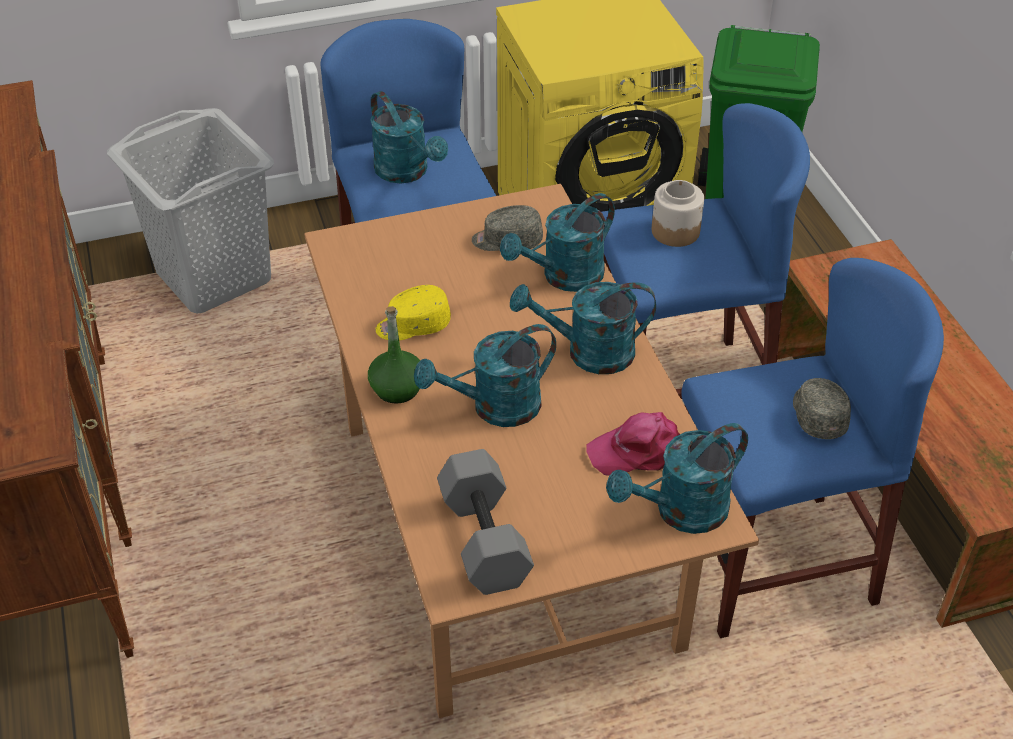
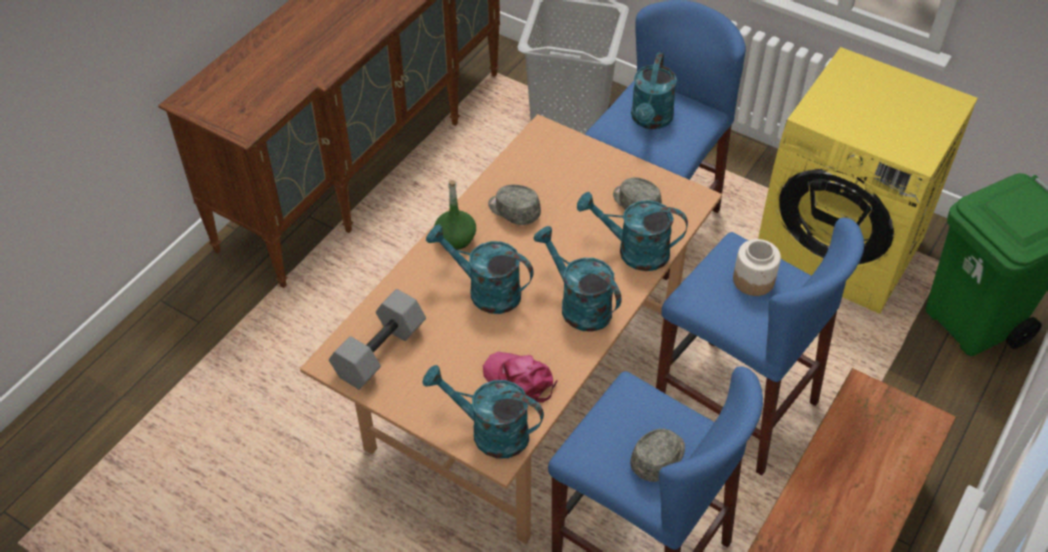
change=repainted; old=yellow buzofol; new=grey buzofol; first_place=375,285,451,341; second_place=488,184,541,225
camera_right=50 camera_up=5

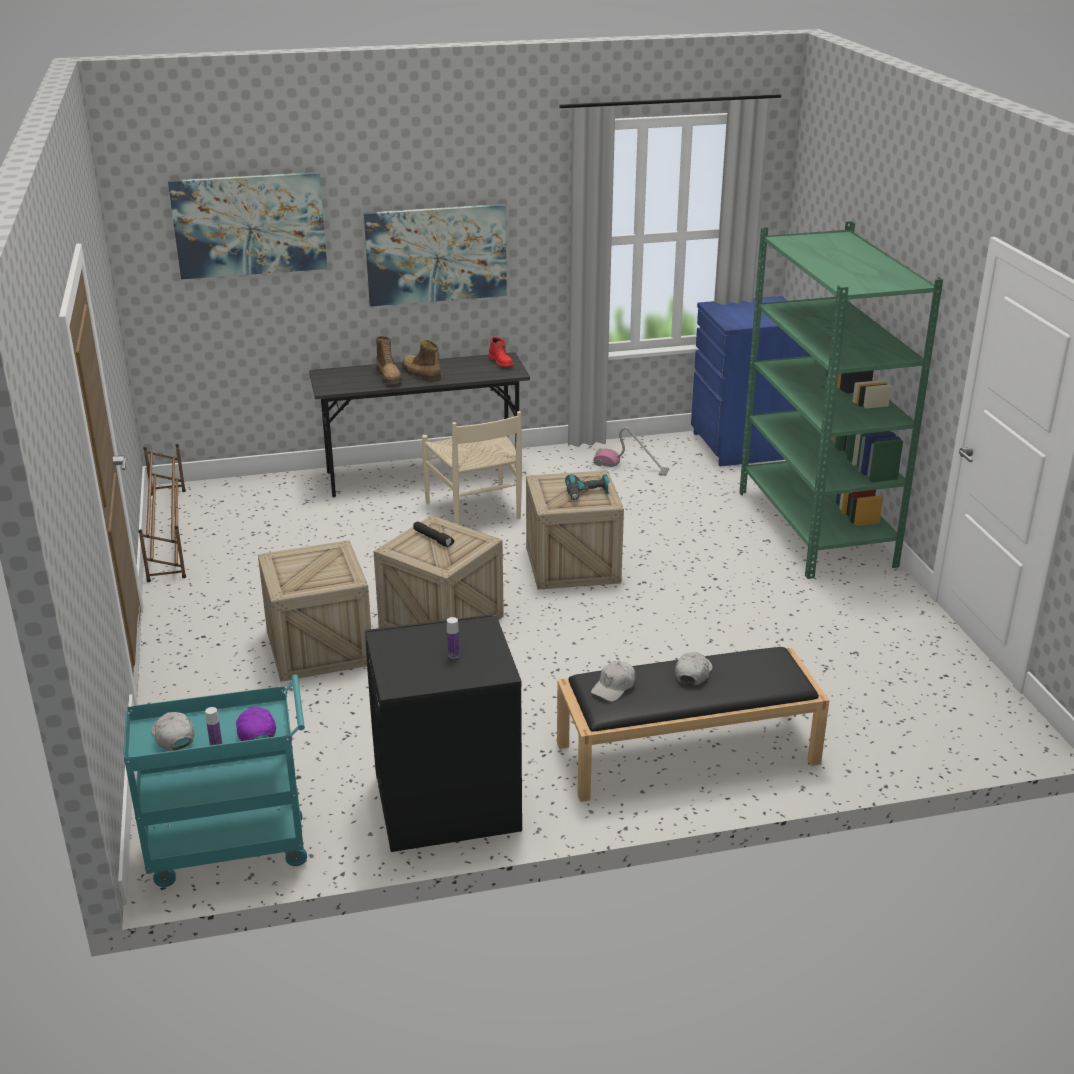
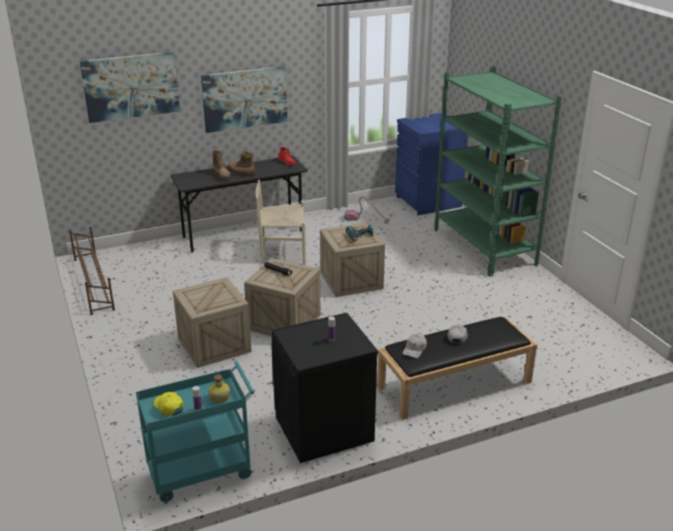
change=repainted; old=white buzofol; new=yellow buzofol; first_place=151,712,194,751; second_place=153,392,183,416
change=swapped; old=purple buzofol; new=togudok; first_place=236,707,276,741; second_place=208,375,230,404
change=rotated; old=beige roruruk; first_place=422,411,522,525; second_place=256,180,306,265; degrees=120
camera_right=-10 camera_up=0

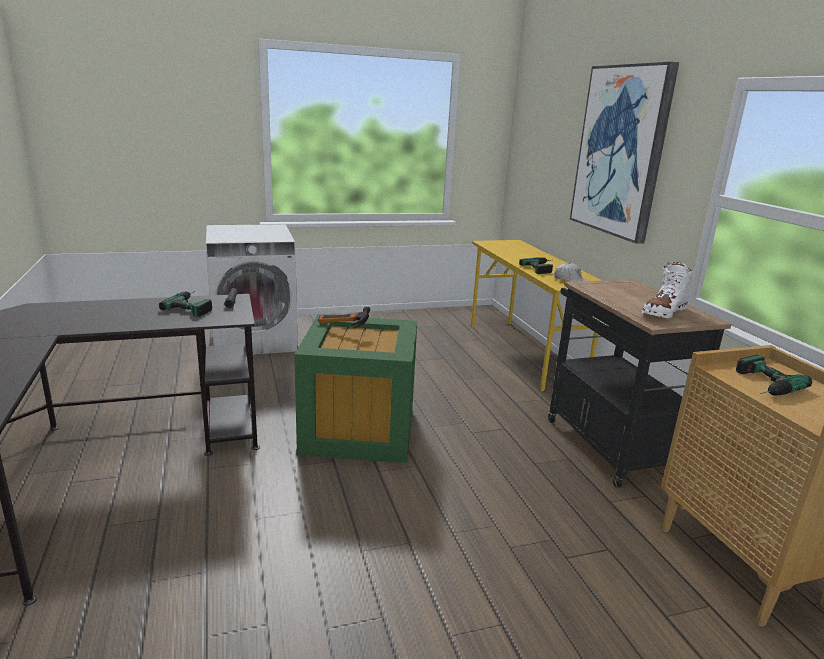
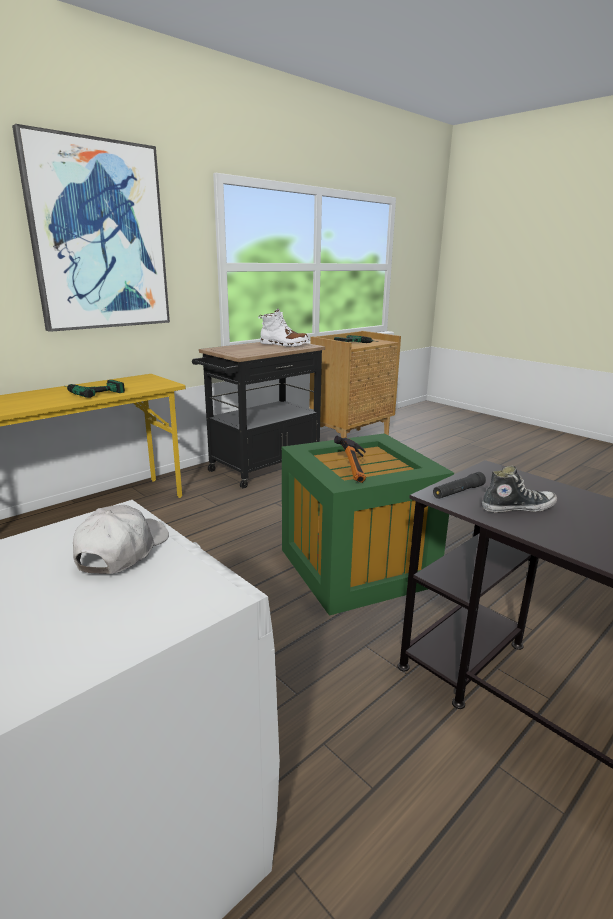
change=swapped; old=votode; new=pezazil; first_place=159,291,212,317; second_place=482,466,557,512
change=shifted; old=white buzofol; first_place=554,263,588,282; second_place=73,505,169,574
camera_right=-115 camera_up=0

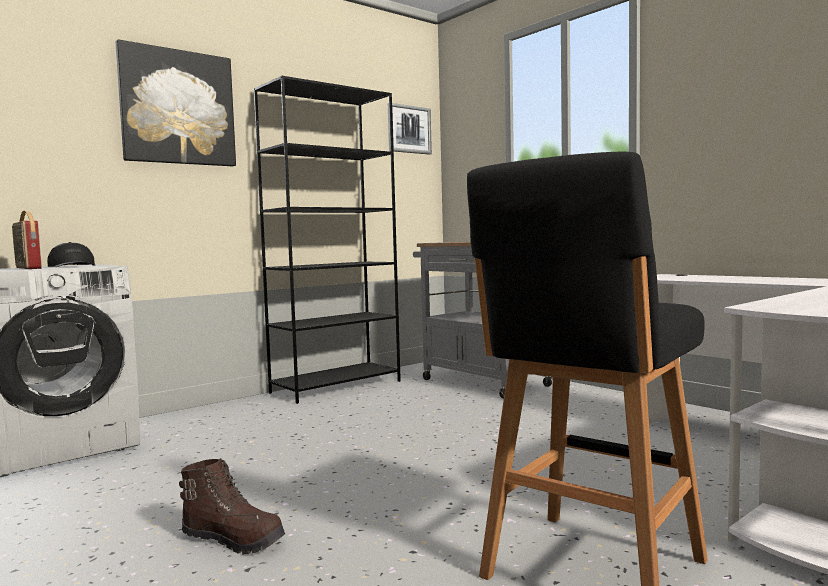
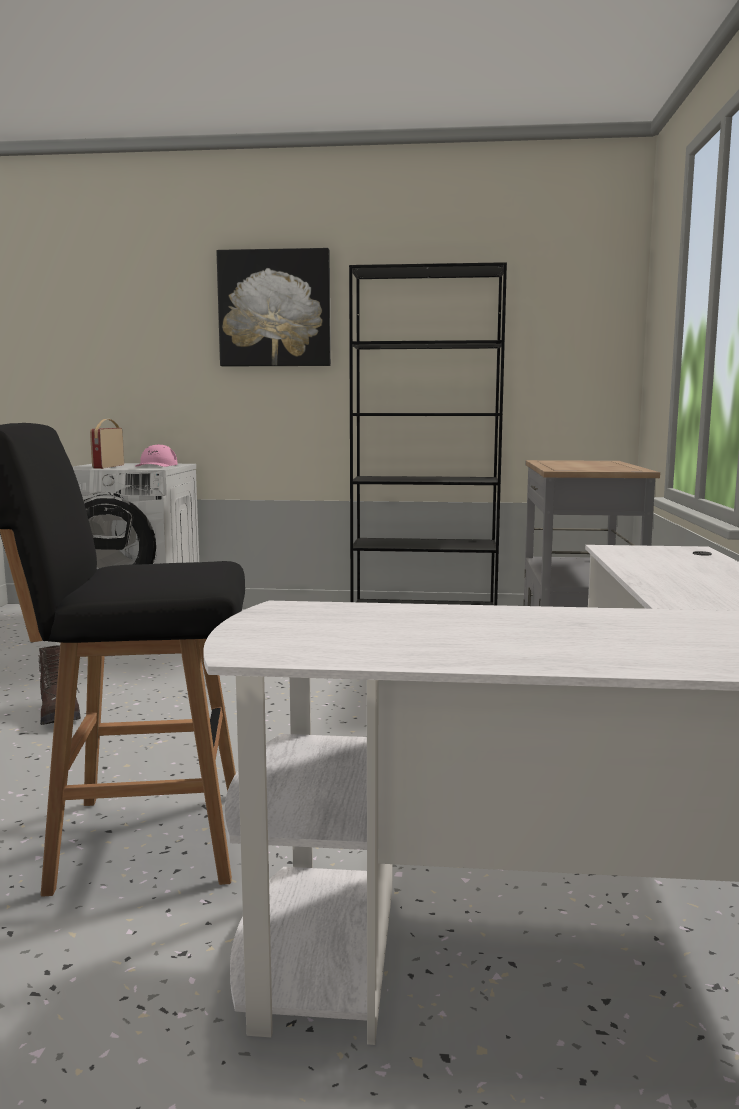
change=repainted; old=black buzofol; new=pink buzofol; first_place=47,242,96,267; second_place=136,444,178,467
change=gone; old=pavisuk; first_place=388,103,432,155
camera_right=45 camera_up=5

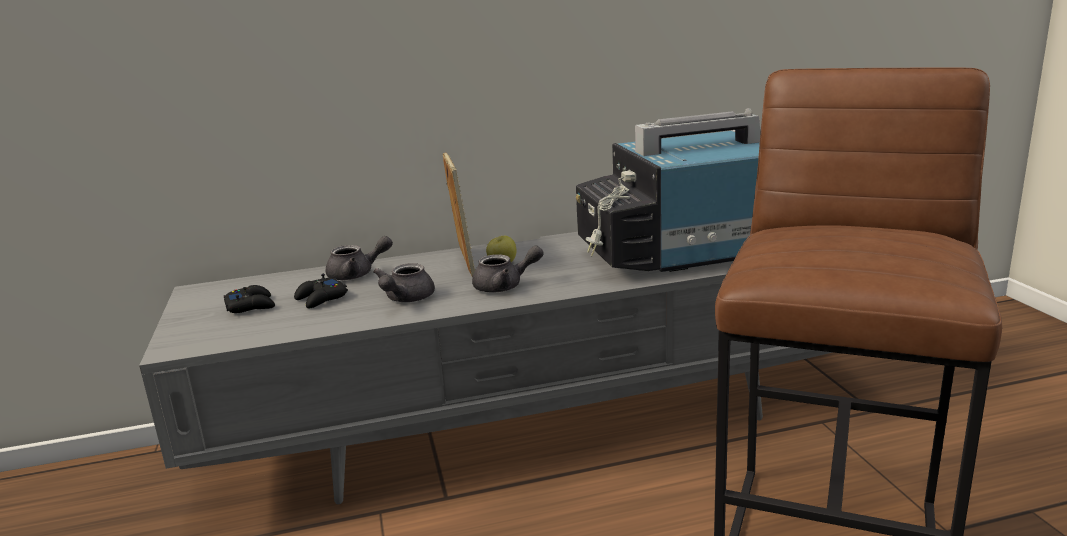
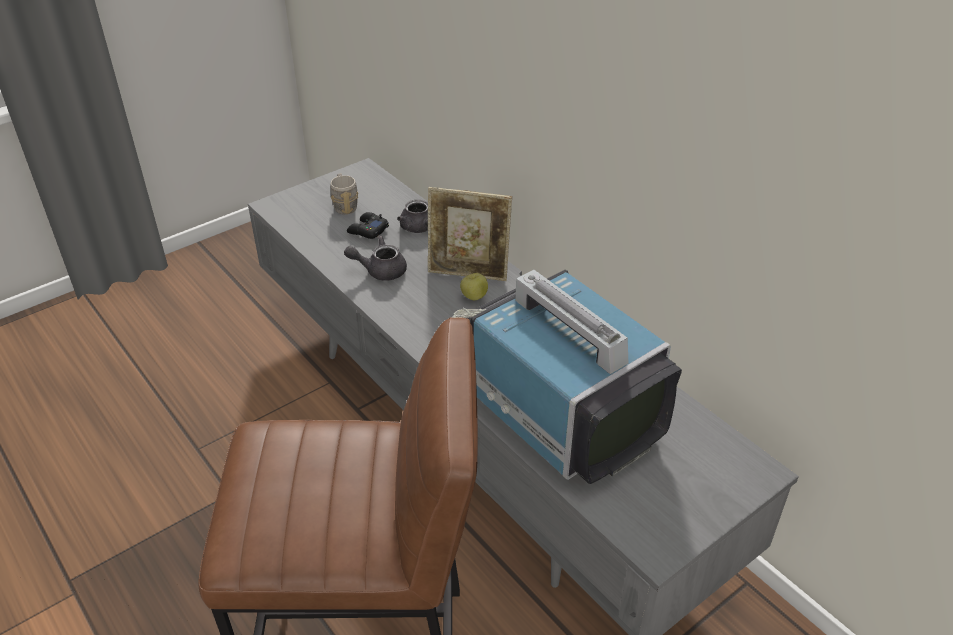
change=swapped; old=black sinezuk; new=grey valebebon; first_place=224,285,275,313; second_place=330,174,358,214
change=rotated; old=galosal; first_place=443,152,476,277; second_place=428,187,512,281; degrees=45
change=gone; old=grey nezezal; first_place=472,245,544,292
camera_right=65 camera_up=20

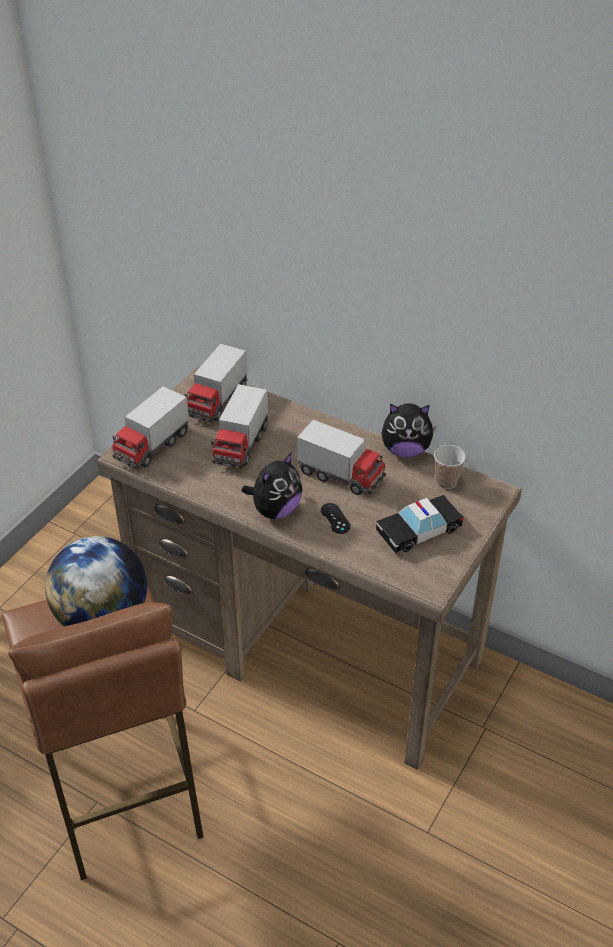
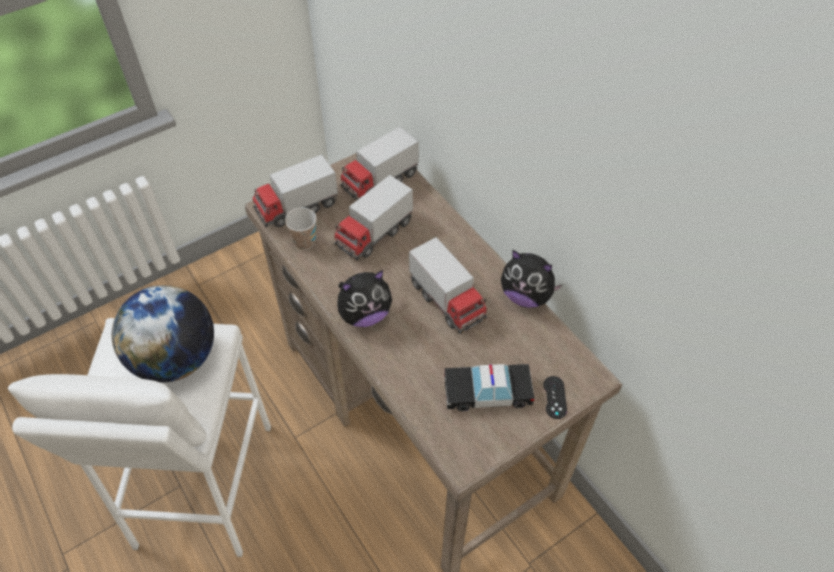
change=repainted; old=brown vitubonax; new=white vitubonax; first_place=2,583,203,880; second_place=8,318,271,557
change=shifted; old=black sinezuk; first_place=321,503,350,534; second_place=543,376,567,419
change=shifted; old=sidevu; first_place=434,445,466,489; second_place=285,208,317,250
camera_right=25 camera_up=10

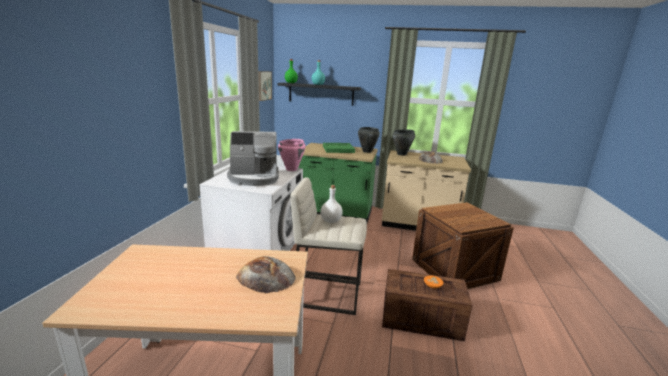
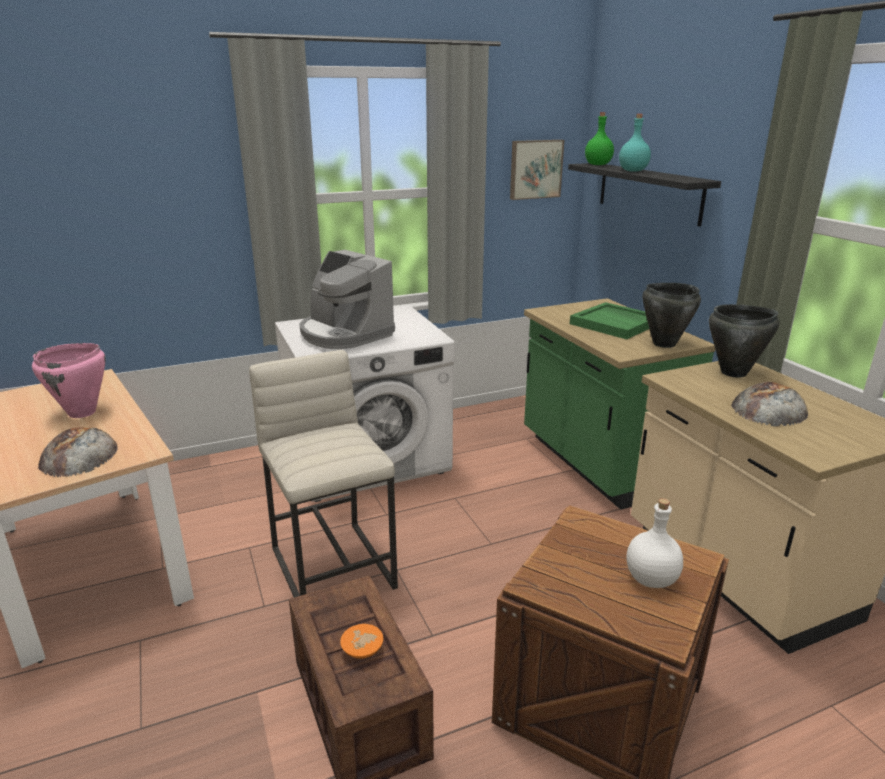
change=shifted; old=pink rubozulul; first_place=278,139,306,171; second_place=32,343,106,418
change=shifted; old=white togudok; first_place=320,185,343,223; second_place=627,498,683,588
camera_right=55 camera_up=5

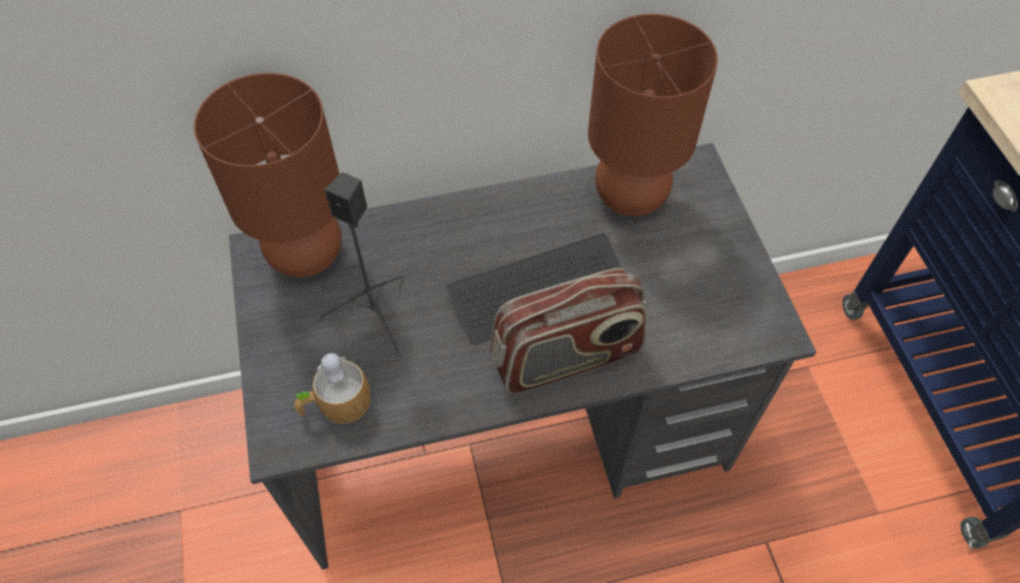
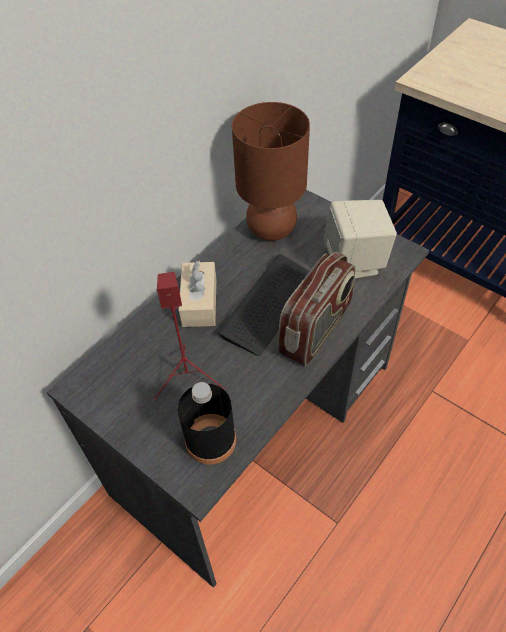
change=gone; old=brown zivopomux; first_place=194,73,342,277
change=swapped; old=valebebon; new=black togudok; first_place=294,353,371,424; second_place=177,382,236,464
change=repainted; old=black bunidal; new=red bunidal; first_place=320,172,405,357; second_place=154,272,225,401
change=new; new=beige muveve; second_place=179,260,216,327
change=new; new=beige bunidal; second_place=324,200,397,278
camera_right=-35 camera_up=-5

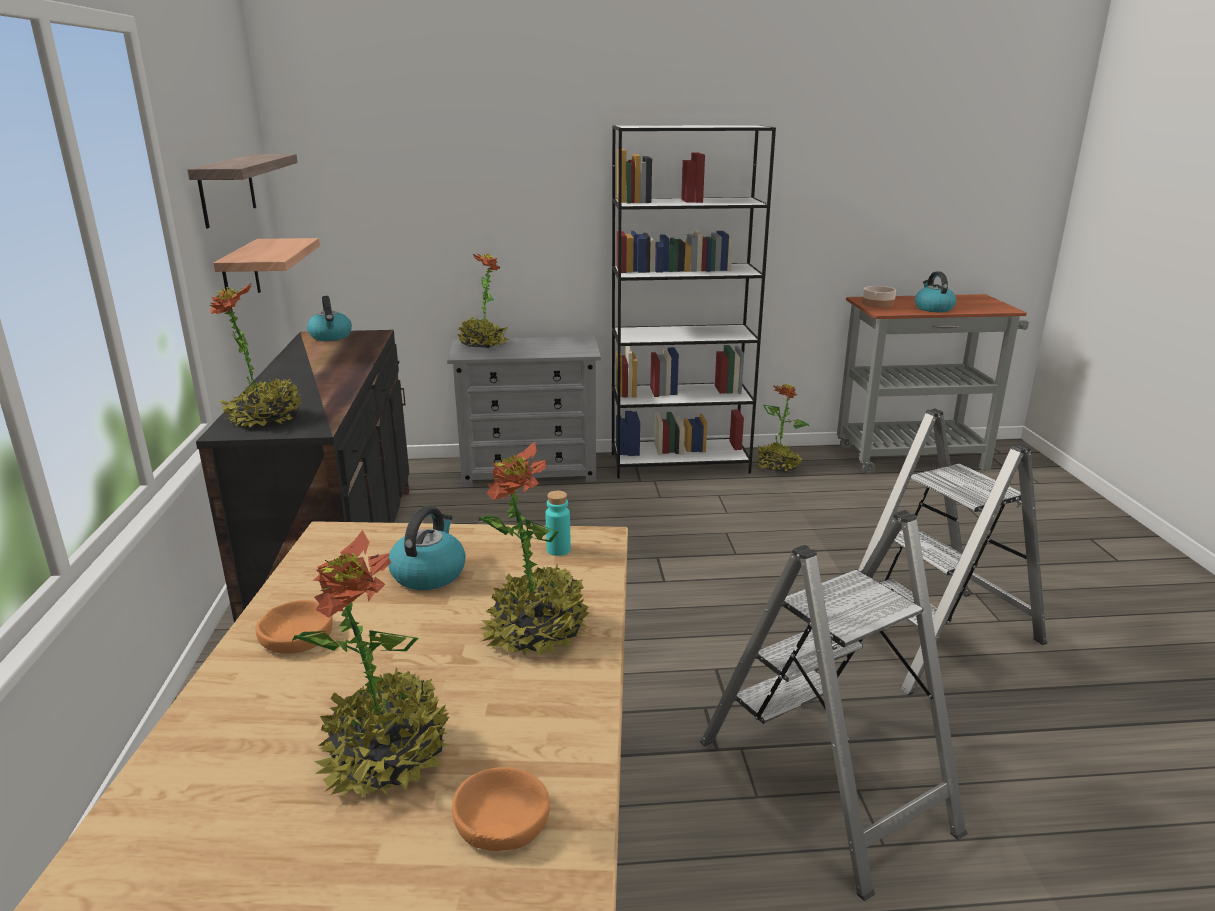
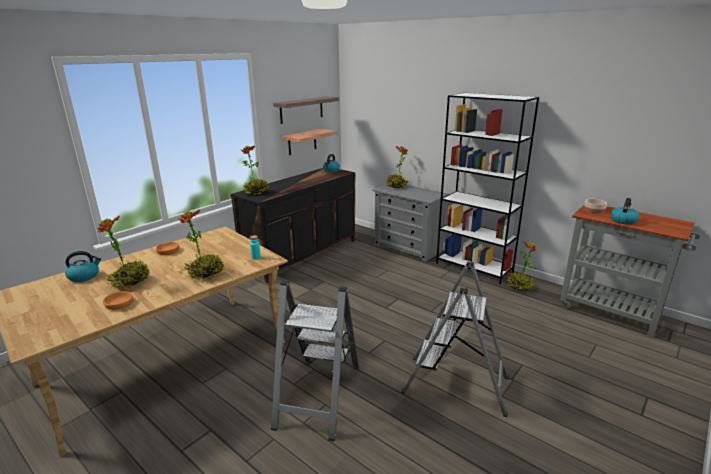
change=shifted; old=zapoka; first_place=388,506,466,590; second_place=65,251,101,282
camera_right=45 camera_up=0

